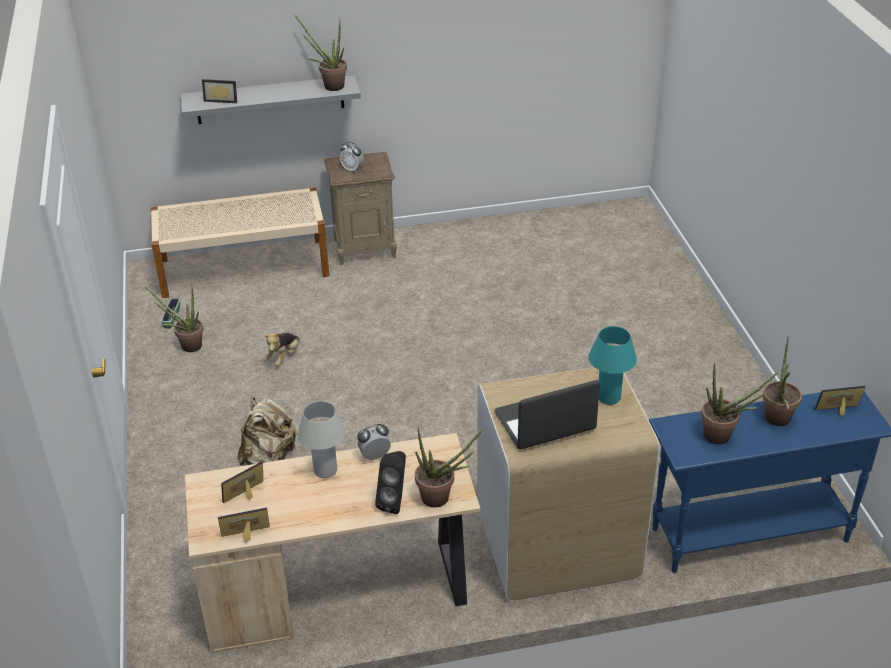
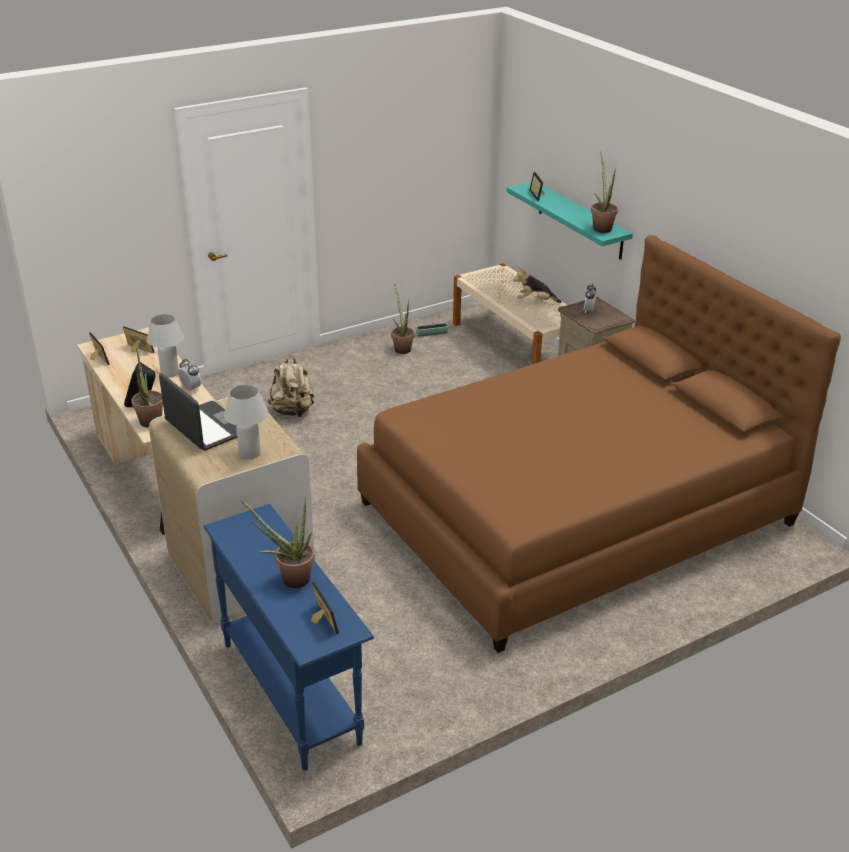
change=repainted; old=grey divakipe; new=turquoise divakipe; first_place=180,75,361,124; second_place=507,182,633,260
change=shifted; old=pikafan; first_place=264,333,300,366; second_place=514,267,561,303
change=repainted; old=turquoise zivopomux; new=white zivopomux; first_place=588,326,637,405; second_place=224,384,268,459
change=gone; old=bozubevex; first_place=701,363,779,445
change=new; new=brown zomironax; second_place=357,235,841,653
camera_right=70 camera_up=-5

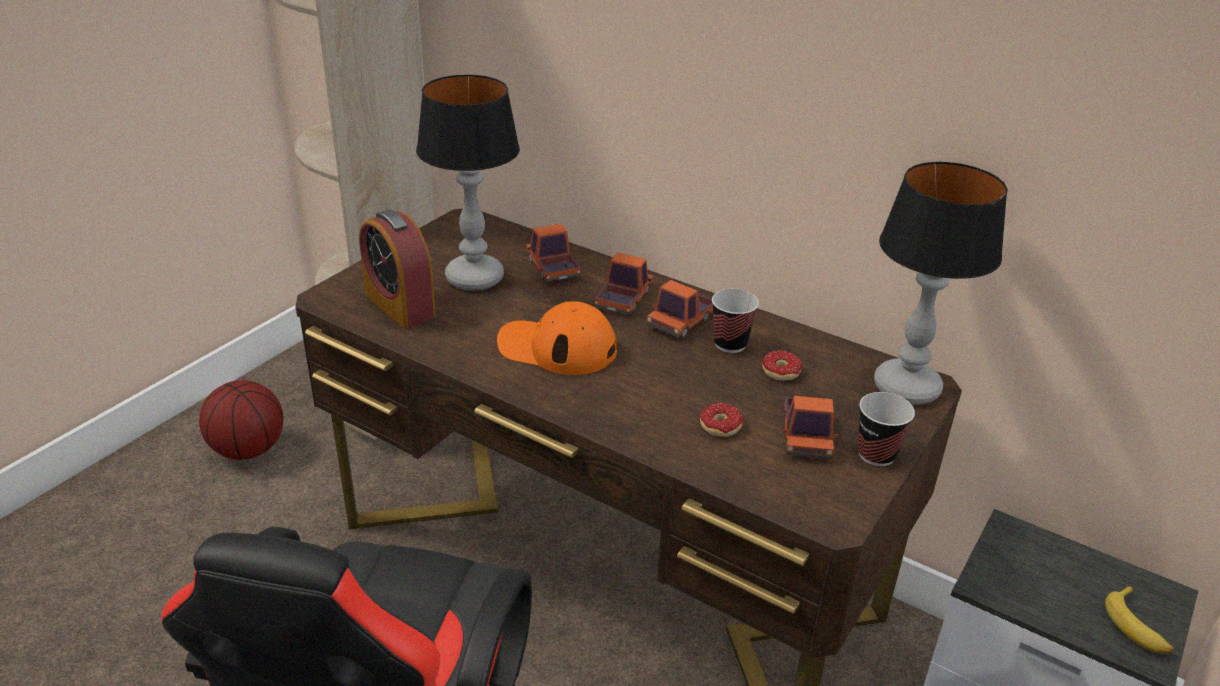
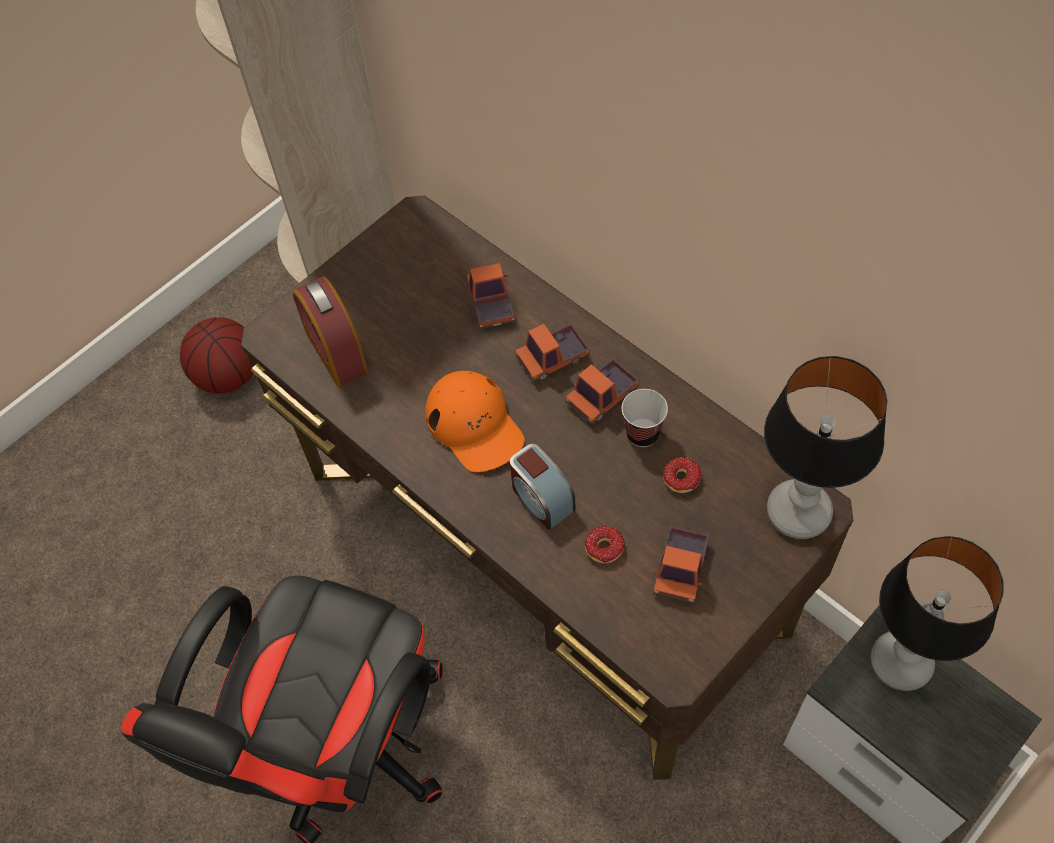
change=shifted; old=zivopomux; first_place=416,74,520,291; second_place=871,536,1004,691
change=rotated; old=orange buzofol; first_place=497,301,617,375; second_place=425,371,525,472; degrees=-150
change=rotated; old=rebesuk; first_place=595,253,653,315; second_place=515,323,590,382; degrees=-150
change=gone; old=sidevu; first_place=858,392,915,466
change=gone; old=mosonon; first_place=1105,585,1174,654
change=new; new=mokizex; second_place=510,444,576,530
camera_right=15 camera_up=25

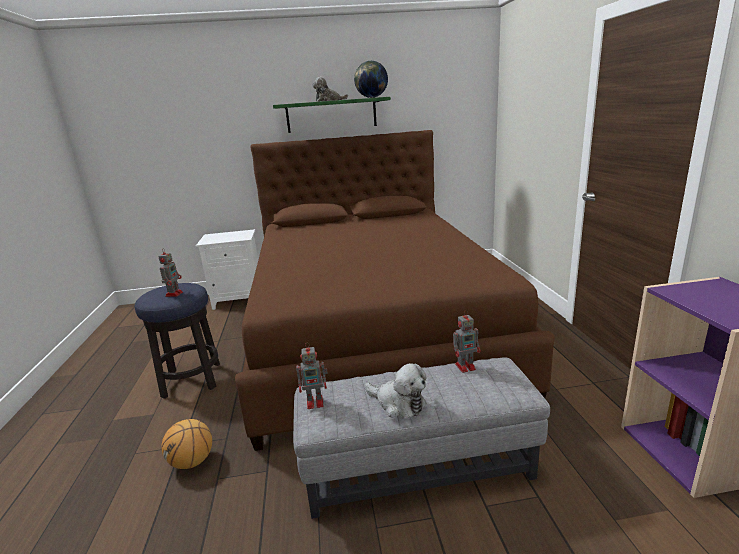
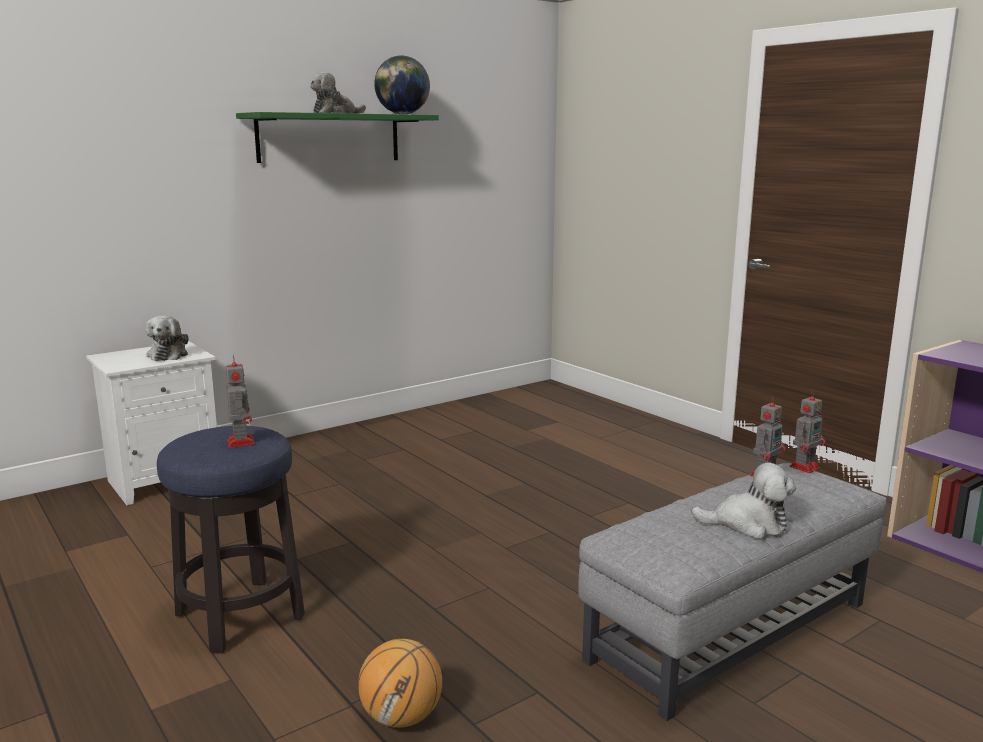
change=gone; old=brown zomironax; first_place=235,130,555,451
change=shifted; old=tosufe; first_place=296,342,328,409; second_place=790,390,826,473
change=new; new=pikafan; second_place=146,315,189,361
camera_right=-30 camera_up=-5

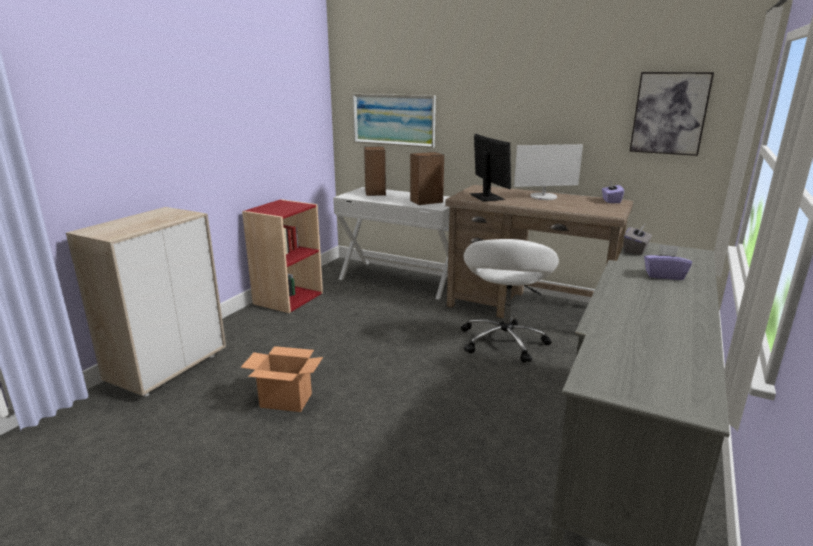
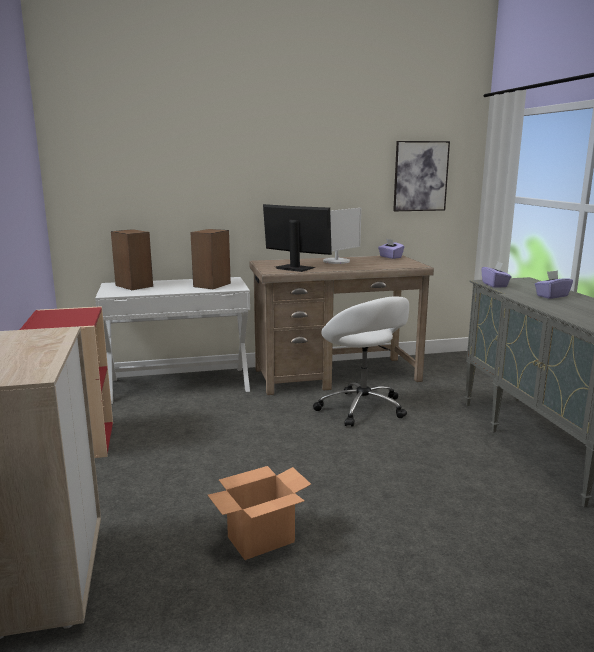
change=gone; old=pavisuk; first_place=353,94,436,148
change=repainted; old=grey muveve; new=purple muveve; first_place=623,225,652,255; second_place=481,262,511,288
camera_right=-40 camera_up=-5

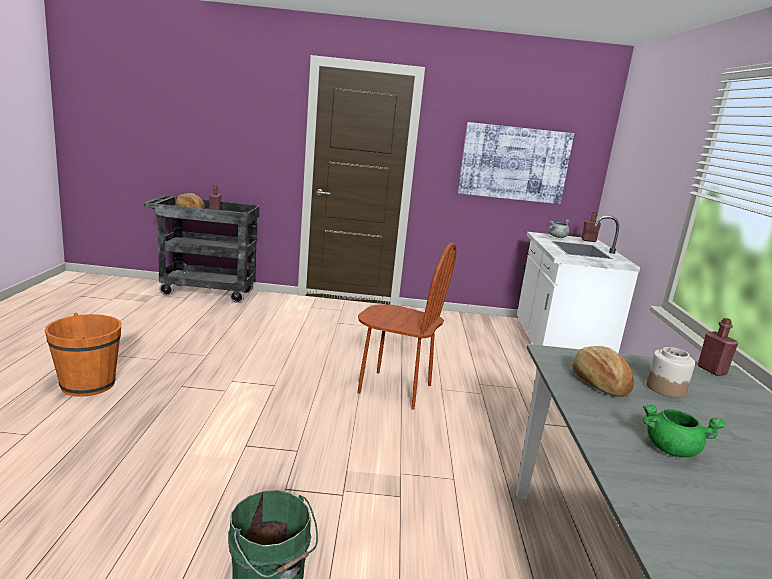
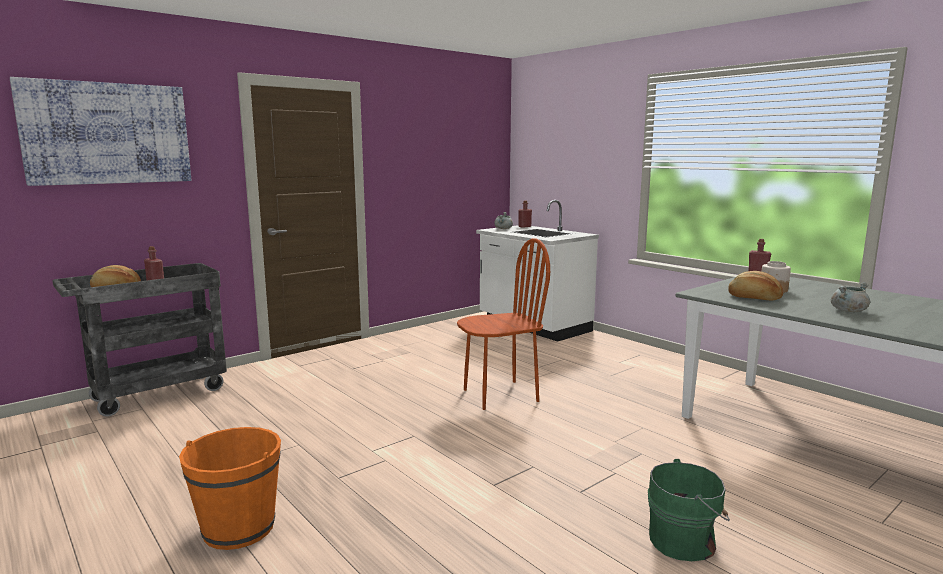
change=shifted; old=pavisuk; first_place=458,122,574,204; second_place=10,77,191,186
change=repainted; old=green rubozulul; new=grey rubozulul; first_place=642,405,726,457; second_place=831,282,870,312
camera_right=-40 camera_up=-5

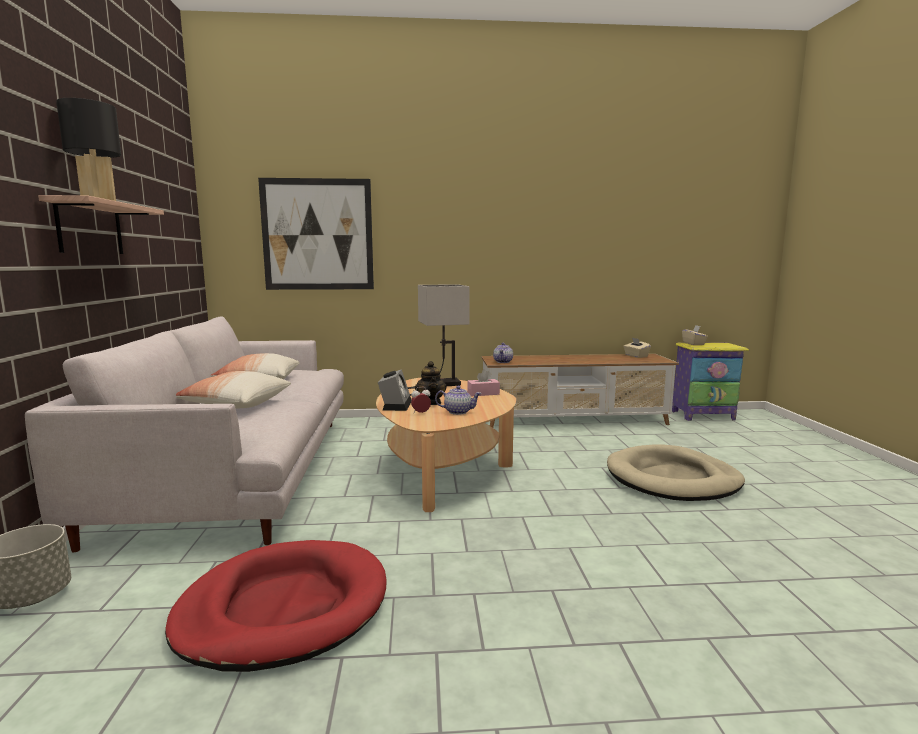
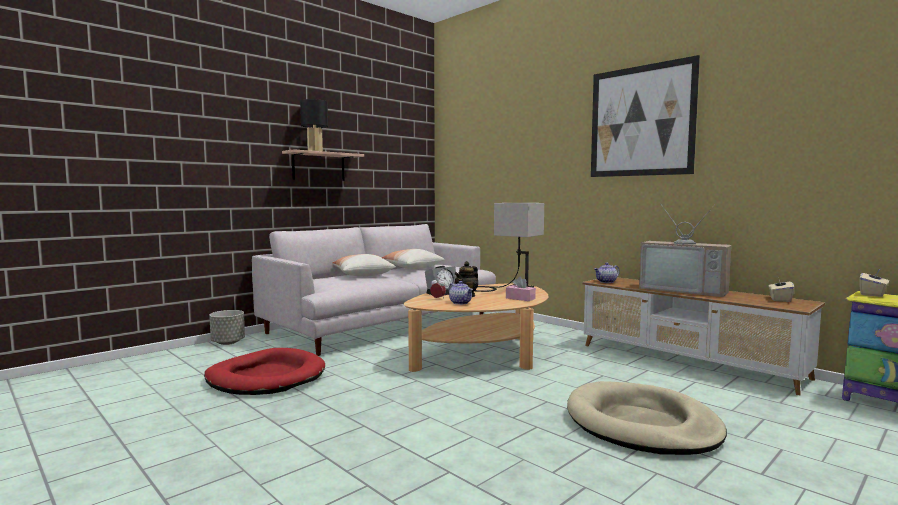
change=shifted; old=pavisuk; first_place=258,178,374,290; second_place=591,55,700,177
change=new; new=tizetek; second_place=639,204,731,297
camera_right=50 camera_up=-5

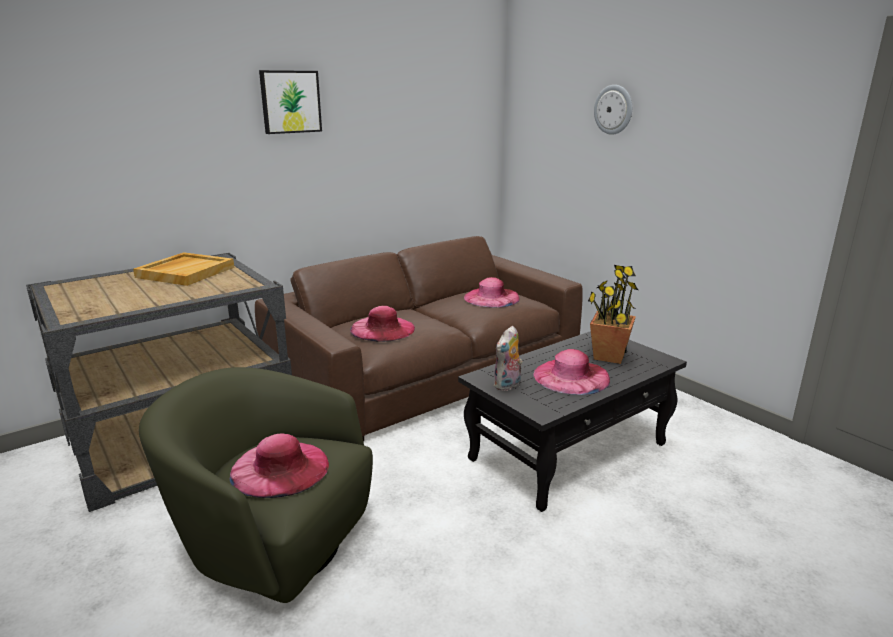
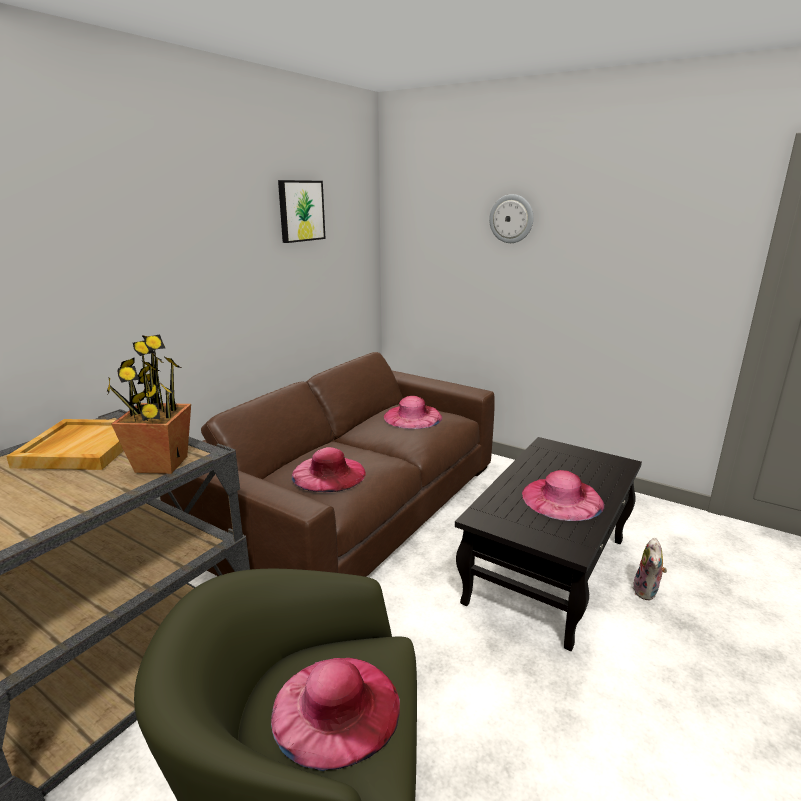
change=shifted; old=pavisuk; first_place=259,70,322,134; second_place=278,180,325,243
change=shifted; old=pikafan; first_place=493,326,523,391; second_place=632,538,667,601
change=shifted; old=bozubevex; first_place=588,265,638,364; second_place=107,335,191,474
camera_right=-20 camera_up=0

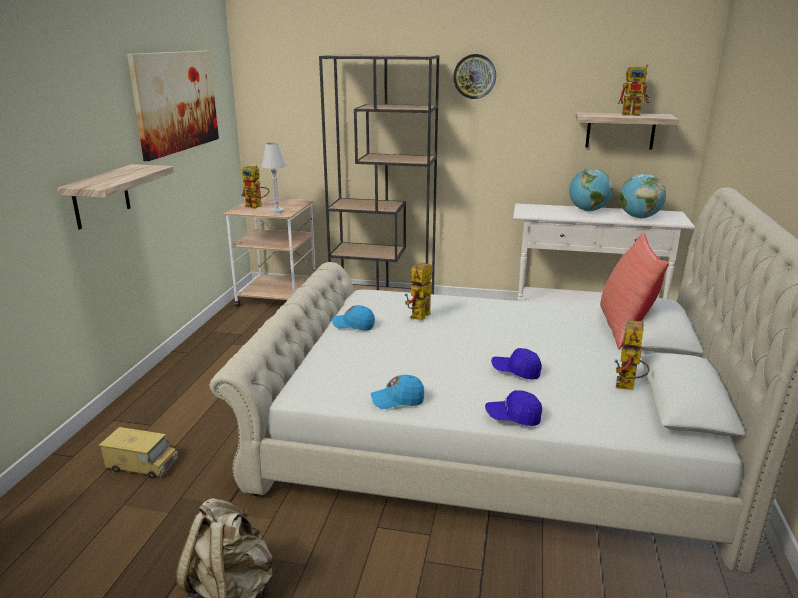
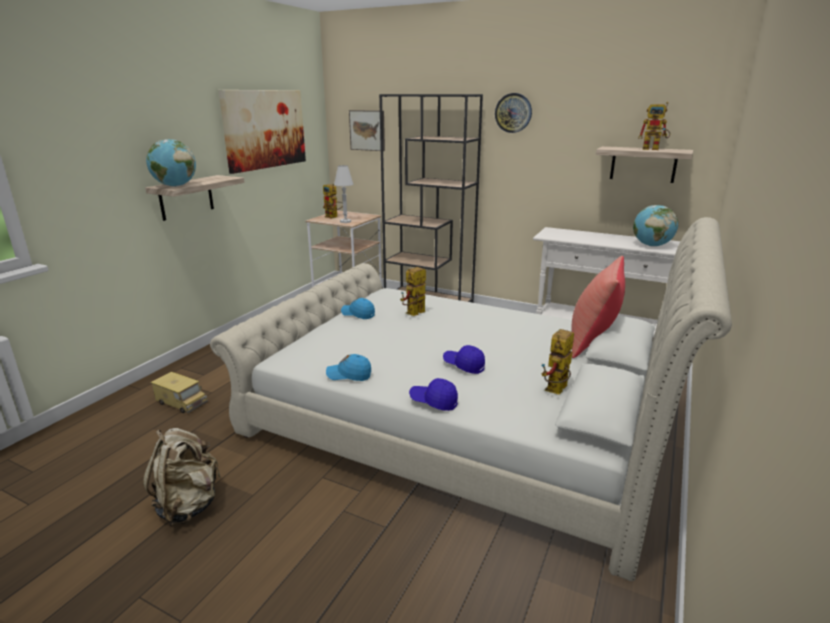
change=shifted; old=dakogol; first_place=569,169,613,211; second_place=146,139,196,187
change=new; new=pavisuk; second_place=349,110,385,151
camera_right=15 camera_up=0

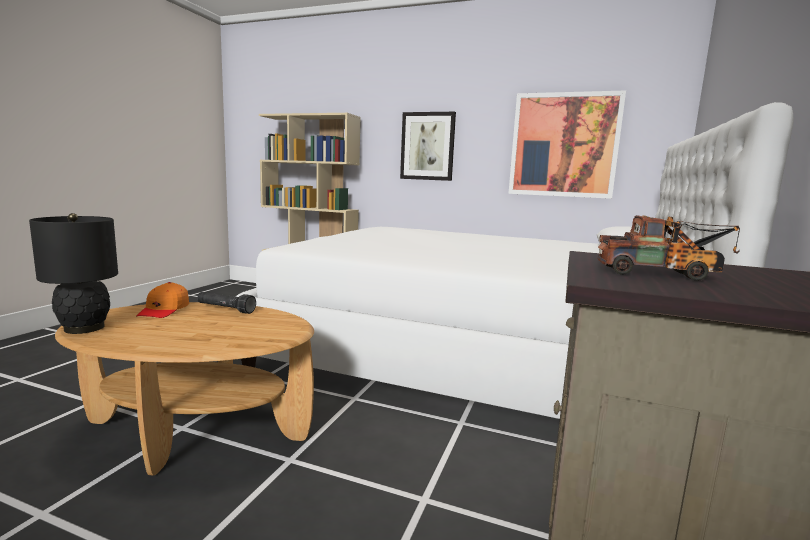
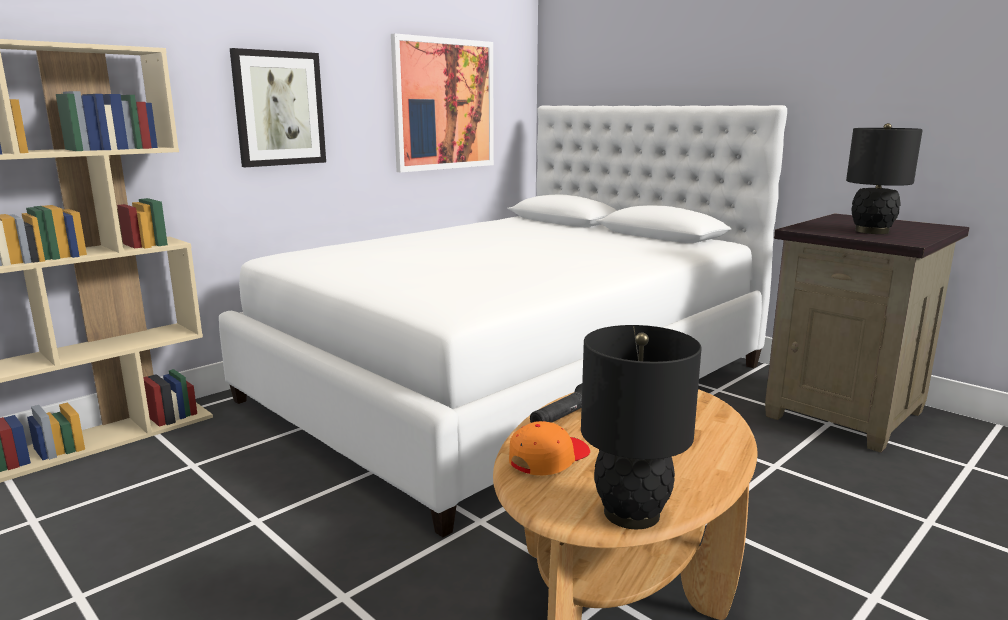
change=rotated; old=orange buzofol; first_place=136,282,189,318; second_place=509,421,590,476; degrees=-75
change=swapped; old=rebesuk; new=black zivopomux; first_place=598,215,740,281; second_place=846,123,923,234
camera_right=-65 camera_up=5

